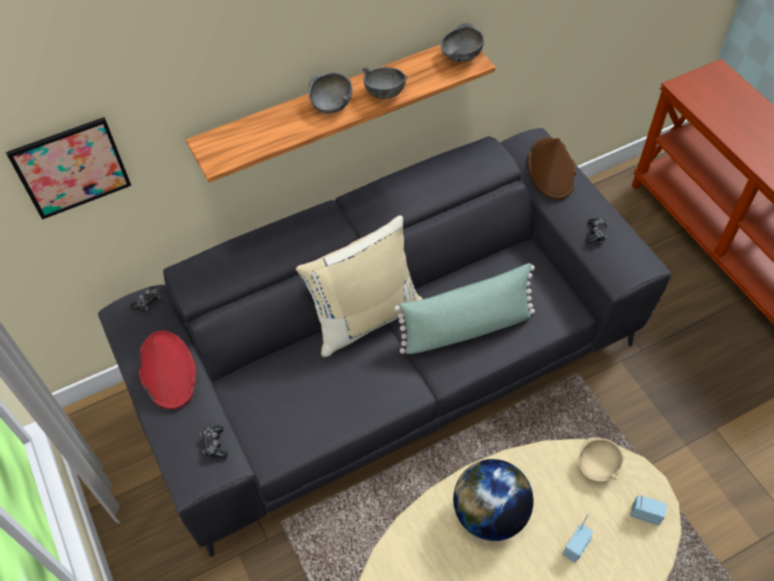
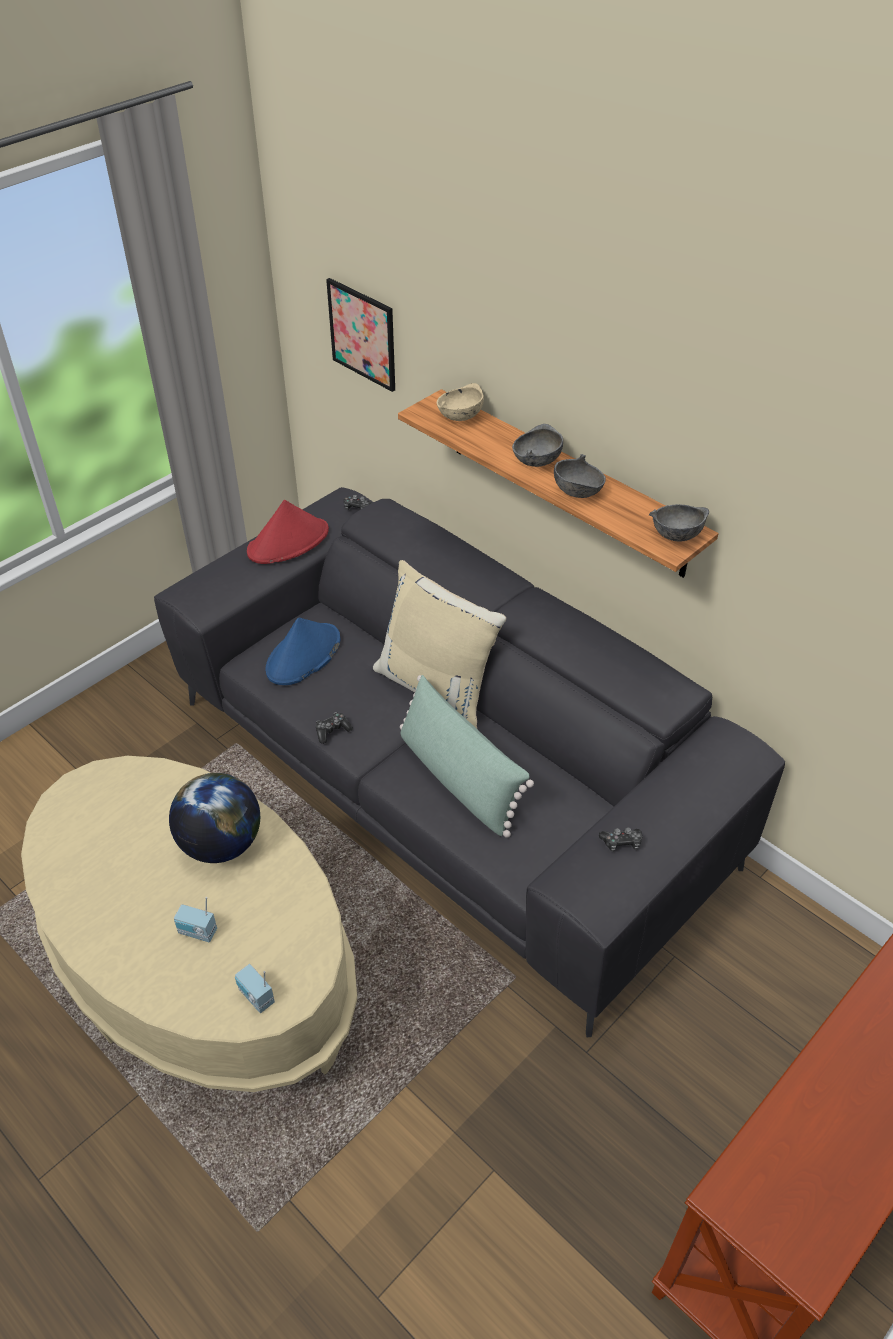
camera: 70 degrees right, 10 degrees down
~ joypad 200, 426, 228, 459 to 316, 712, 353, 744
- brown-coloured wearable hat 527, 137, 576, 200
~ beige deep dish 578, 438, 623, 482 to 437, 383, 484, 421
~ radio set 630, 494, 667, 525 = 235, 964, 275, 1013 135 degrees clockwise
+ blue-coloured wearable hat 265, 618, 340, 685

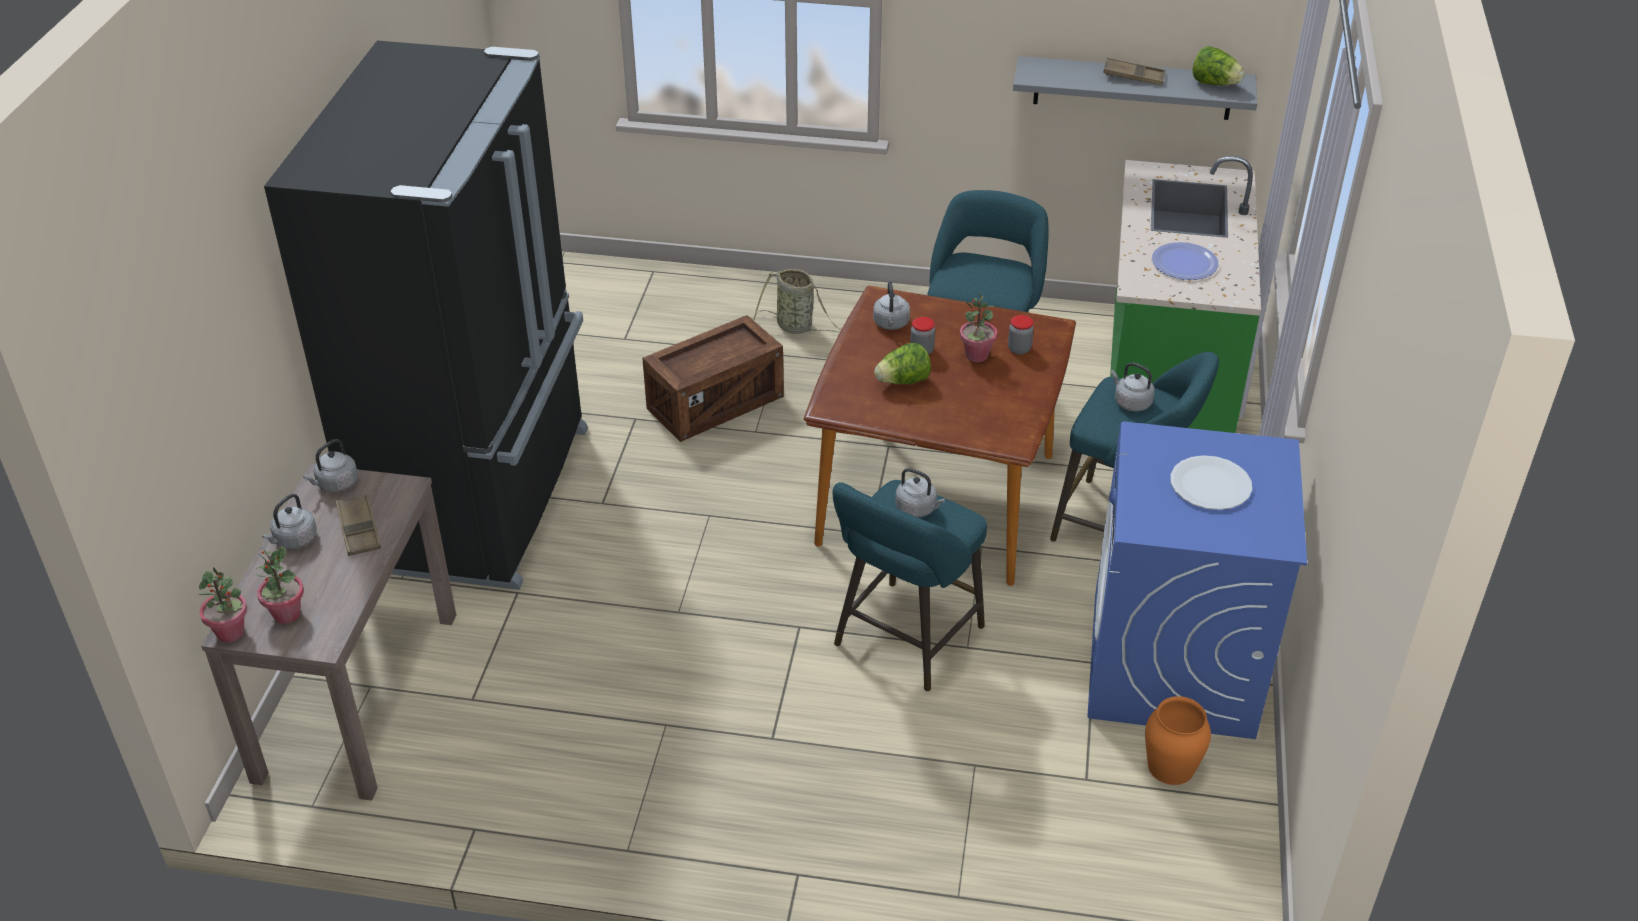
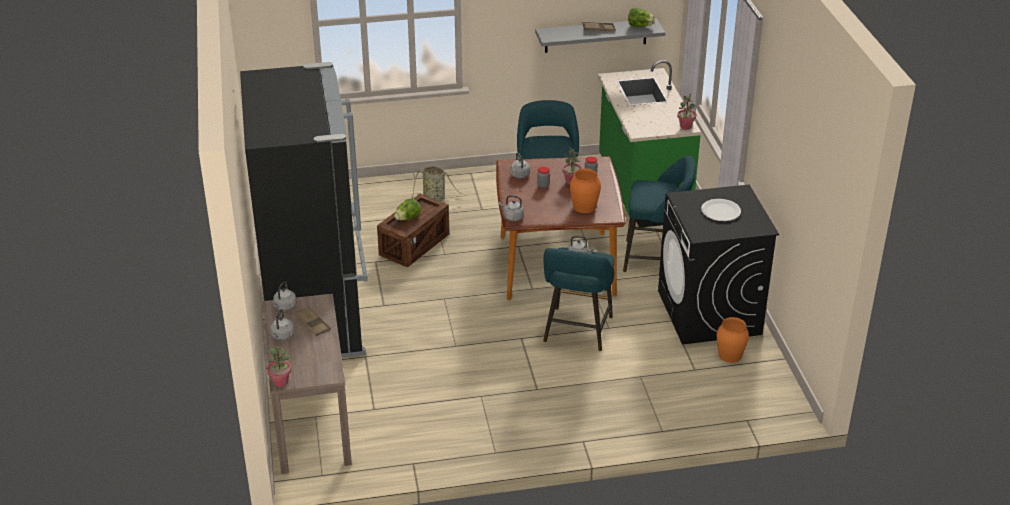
camera: 20 degrees left, 5 degrees down
~ plant in a pot 254, 546, 304, 624 to 677, 95, 696, 130
~ head of lettuce 874, 343, 931, 384 to 394, 199, 421, 220
~ blue-coloured laundry machine 1087, 422, 1307, 739 to blackish laundry machine 658, 185, 779, 344
~ grey tea kettle 1111, 362, 1155, 411 to 499, 195, 524, 221
- dinner plate 1152, 242, 1219, 280
+ orangey flower vase 570, 169, 601, 213

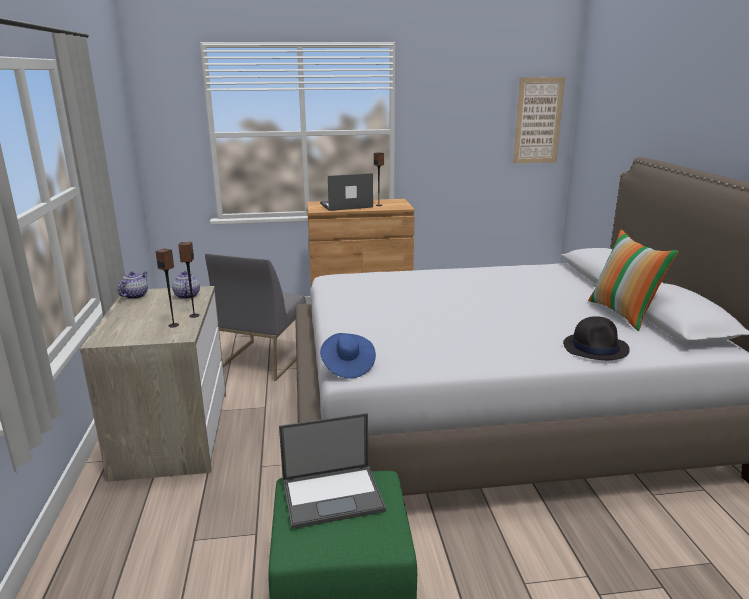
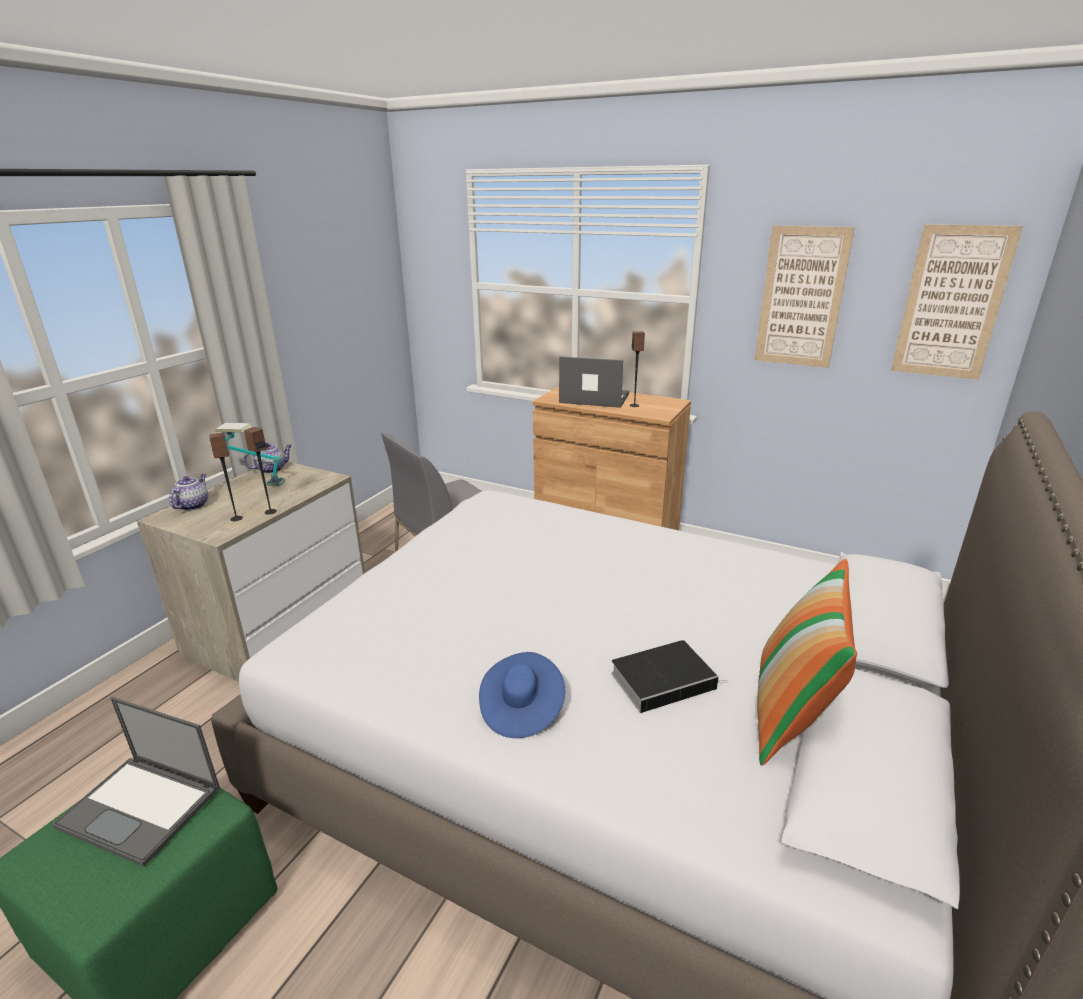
camera: 35 degrees right, 5 degrees up
~ tea pot 172, 271, 200, 299 to 169, 474, 208, 510
~ blue-coloured wearable hat 320, 333, 376, 379 to 479, 652, 565, 738
- blackish wearable hat 563, 316, 630, 360
+ tabletop lamp 215, 423, 285, 486
+ book 611, 640, 728, 713
+ wall picture 755, 225, 855, 368

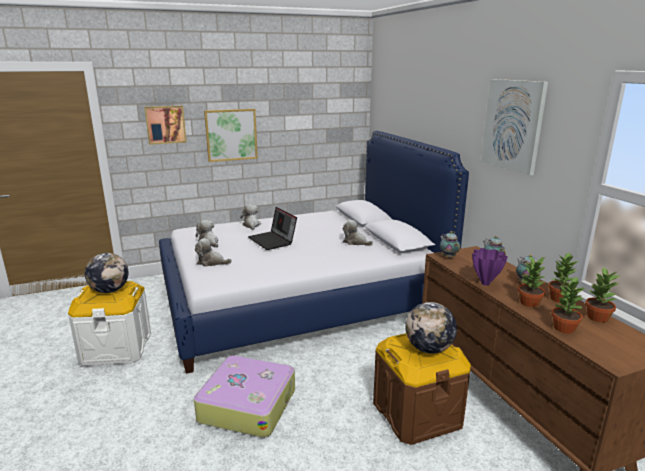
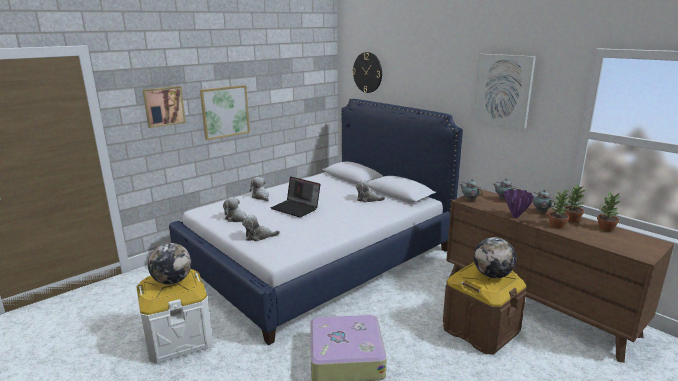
camera: 20 degrees left, 0 degrees up
- plant in a pot 551, 276, 586, 334
+ hanging clock 352, 52, 382, 93

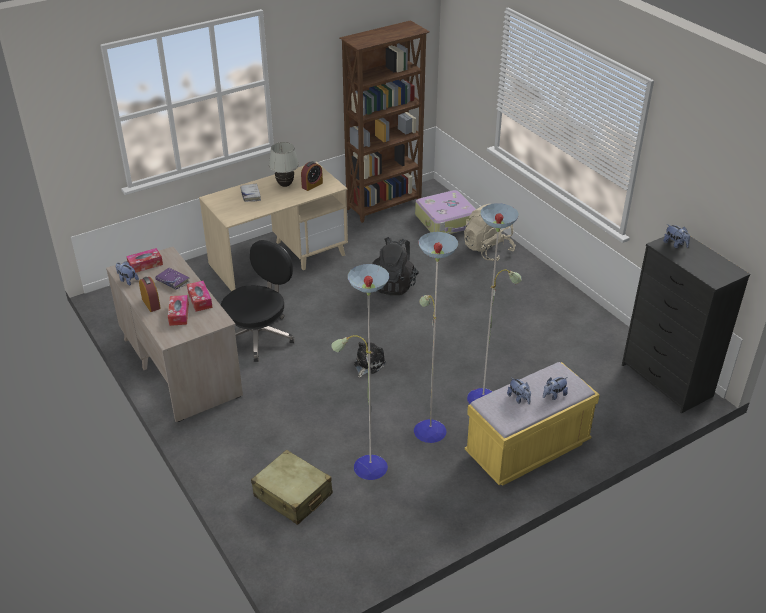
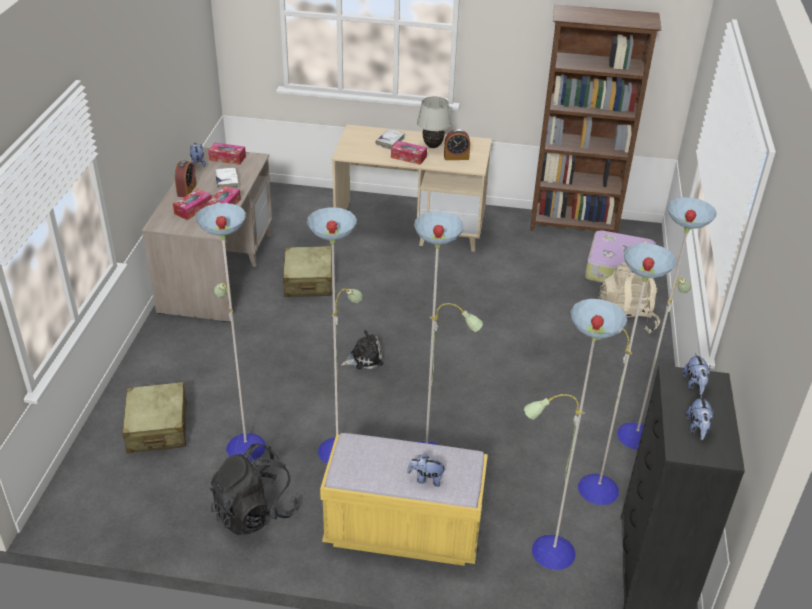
camera: 40 degrees right, 0 degrees up
~ purplish book 155, 268, 190, 290 to white-coloured book 215, 167, 239, 189
~ blackish computer chair 221, 240, 295, 362 to beige suitcase 282, 246, 332, 297
~ blackish knapsack 372, 237, 419, 295 to 209, 443, 298, 535
~ cuddly toy 507, 377, 531, 404 to 686, 394, 714, 440
+ tissue holder 391, 141, 427, 165
+ floor lamp 524, 197, 717, 570

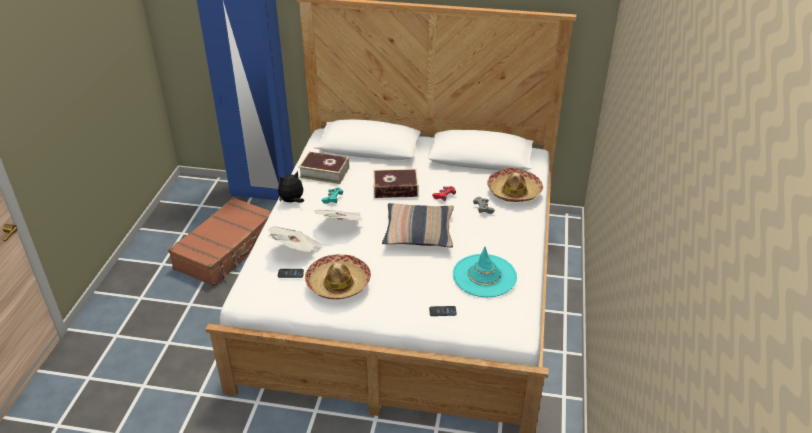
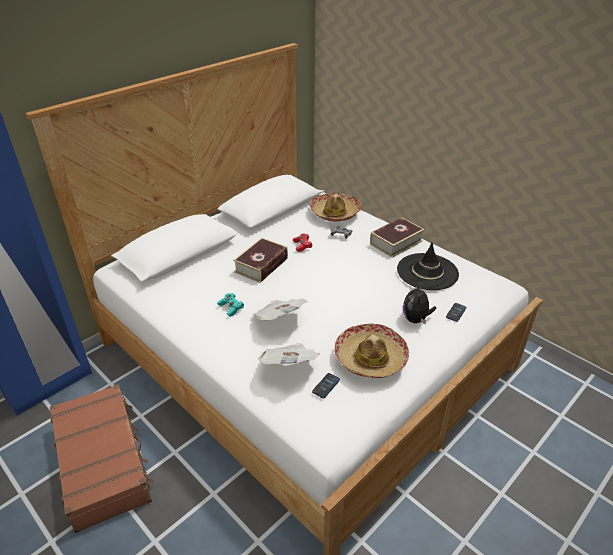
camera: 55 degrees left, 0 degrees up
~ cuddly toy 278, 171, 304, 203 to 403, 282, 436, 325
~ book 298, 152, 349, 184 to 370, 217, 424, 258
- cushion 382, 203, 454, 247
~ turquoise-coloured wearable hat 453, 247, 517, 297 to blackish wearable hat 397, 242, 459, 290

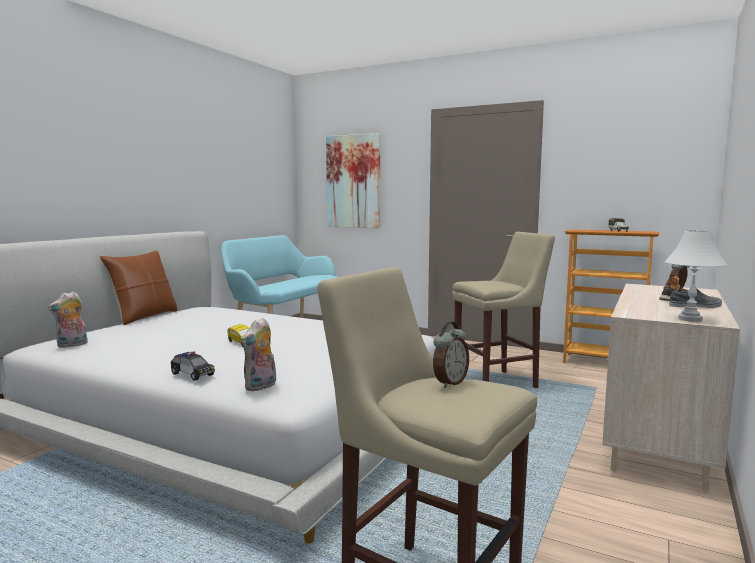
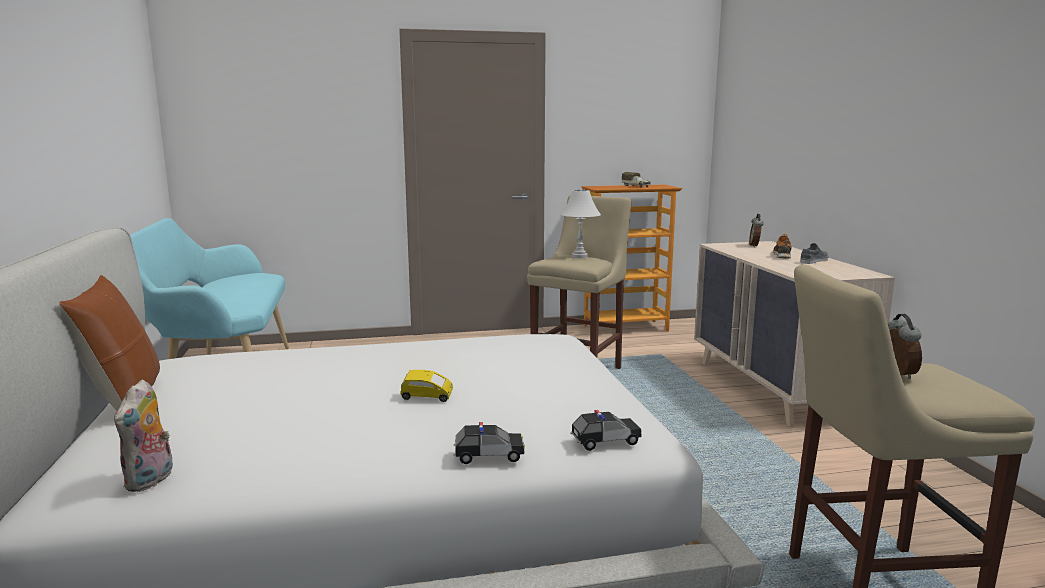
camera: 40 degrees left, 5 degrees up
~ cuddly toy 241, 318, 276, 391 to miniature car 570, 410, 642, 451
- wall picture 326, 133, 380, 228
~ white-coloured tabletop lamp 665, 230, 727, 322 to 560, 190, 601, 258

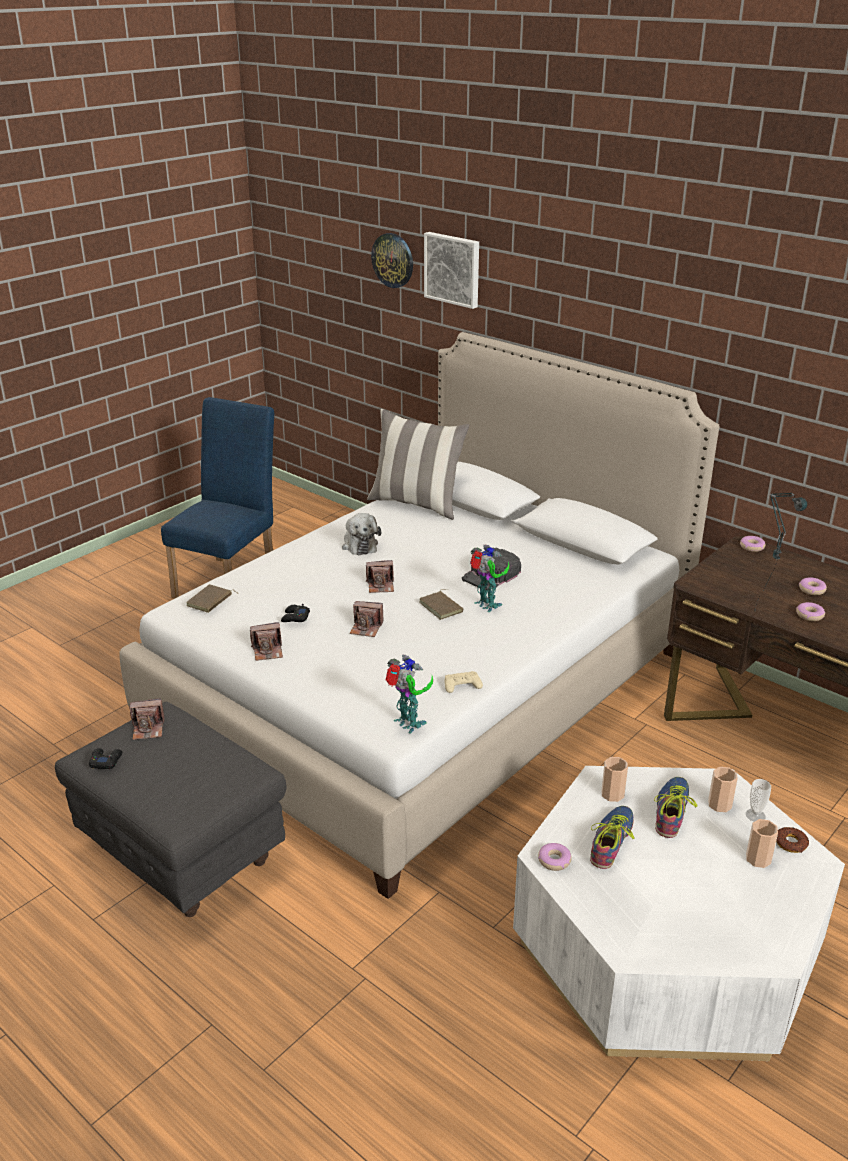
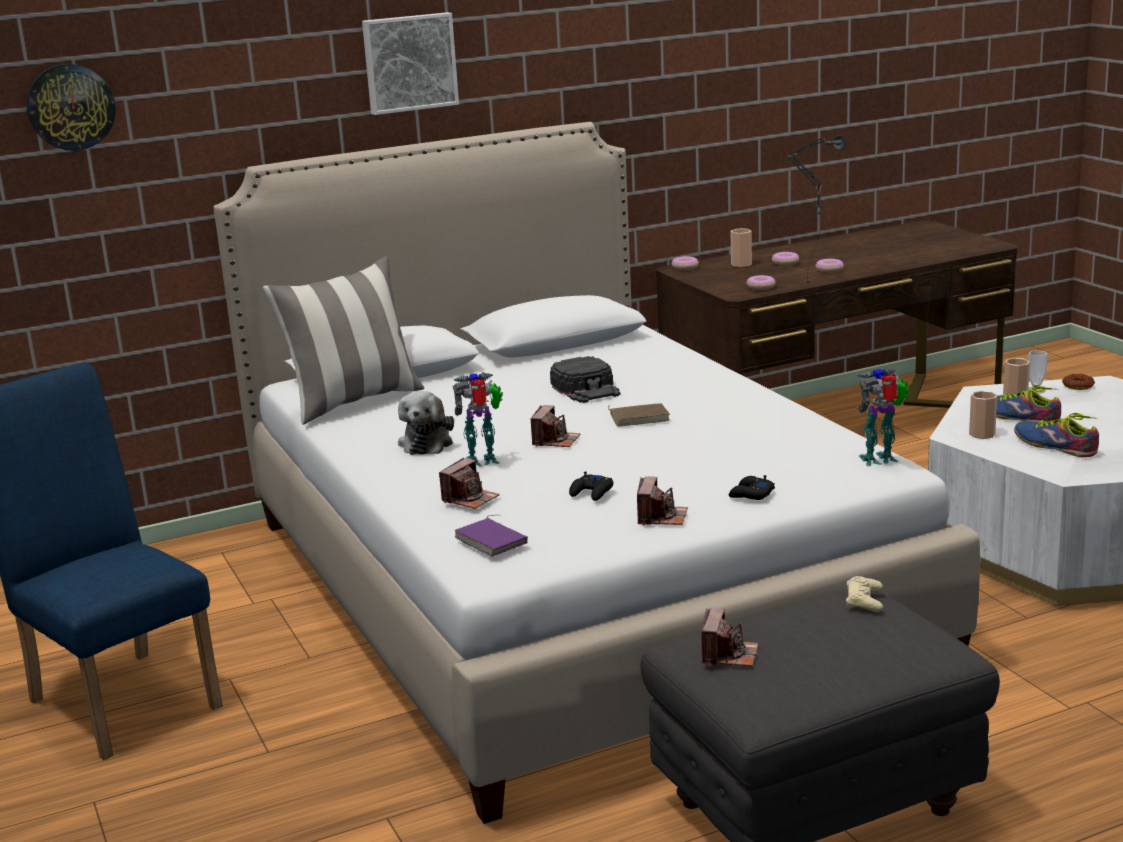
camera: 65 degrees left, 10 degrees down
~ blackish joypad 89, 748, 122, 769 to 729, 475, 775, 500
~ brown-coloured book 186, 584, 239, 613 to purplish book 455, 515, 528, 557
~ cuddly toy 342, 513, 381, 555 = 398, 391, 454, 455 90 degrees clockwise
~ photo camera 350, 601, 384, 637 to 439, 458, 500, 509
~ wall picture 424, 232, 479, 309 to 362, 12, 459, 115
~ beige joypad 444, 671, 483, 693 to 846, 576, 883, 612
~ model robot 470, 544, 510, 612 to 453, 372, 503, 466
~ donut 538, 843, 572, 871 to 746, 275, 776, 290
~ cup 746, 819, 778, 868 to 731, 228, 752, 267

